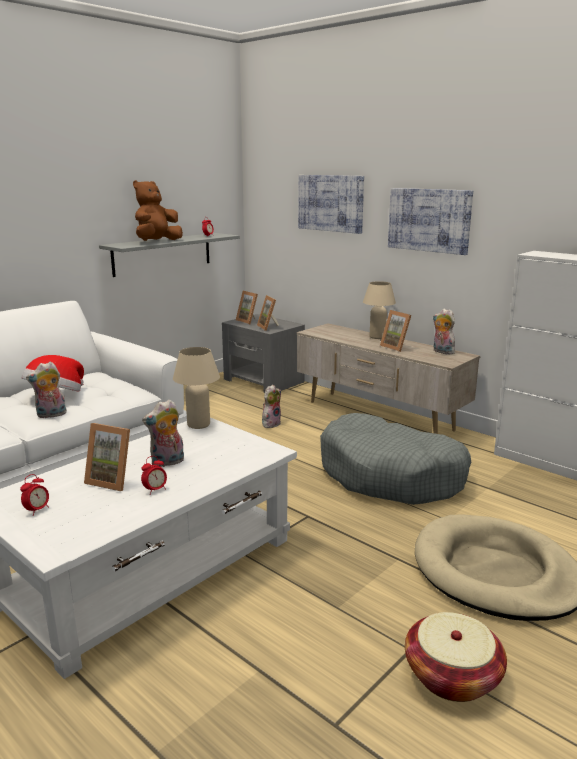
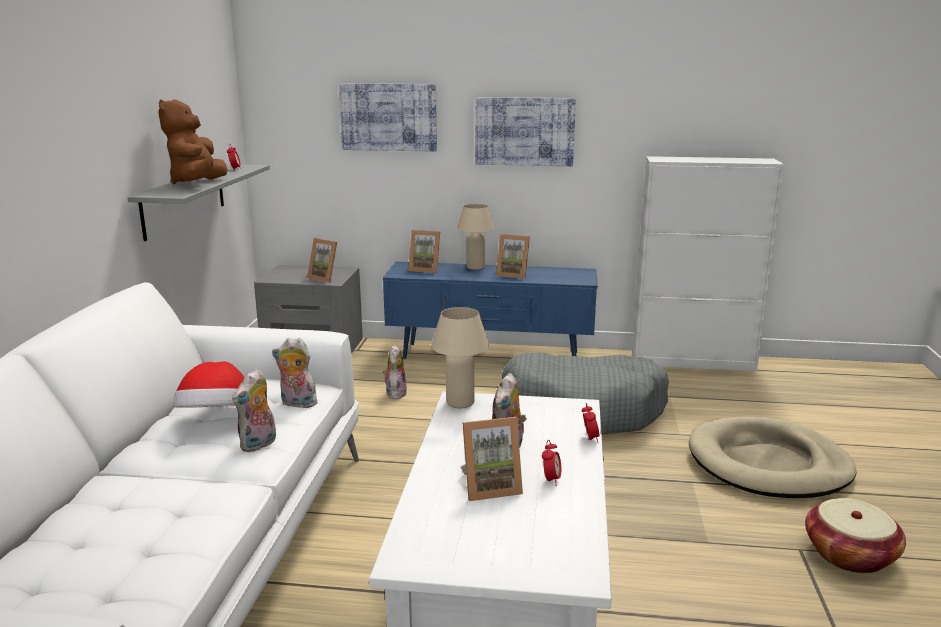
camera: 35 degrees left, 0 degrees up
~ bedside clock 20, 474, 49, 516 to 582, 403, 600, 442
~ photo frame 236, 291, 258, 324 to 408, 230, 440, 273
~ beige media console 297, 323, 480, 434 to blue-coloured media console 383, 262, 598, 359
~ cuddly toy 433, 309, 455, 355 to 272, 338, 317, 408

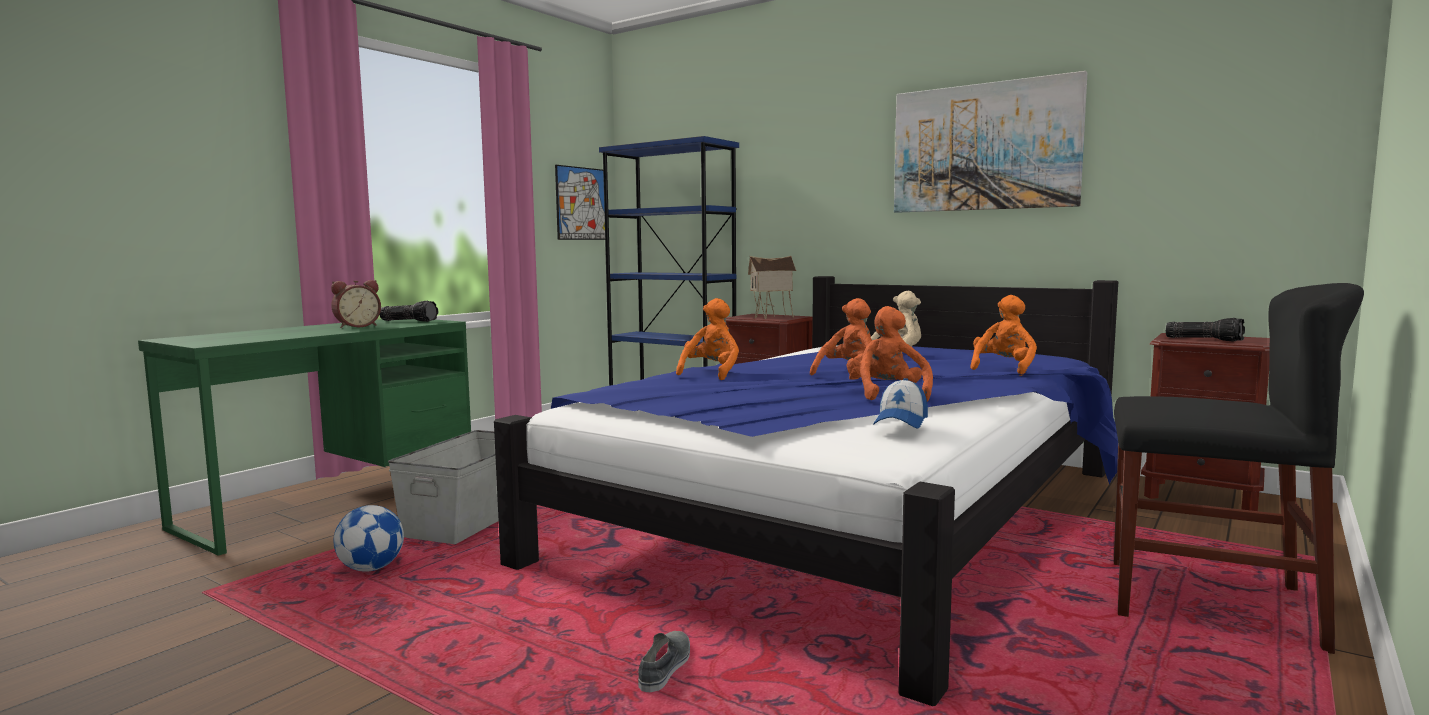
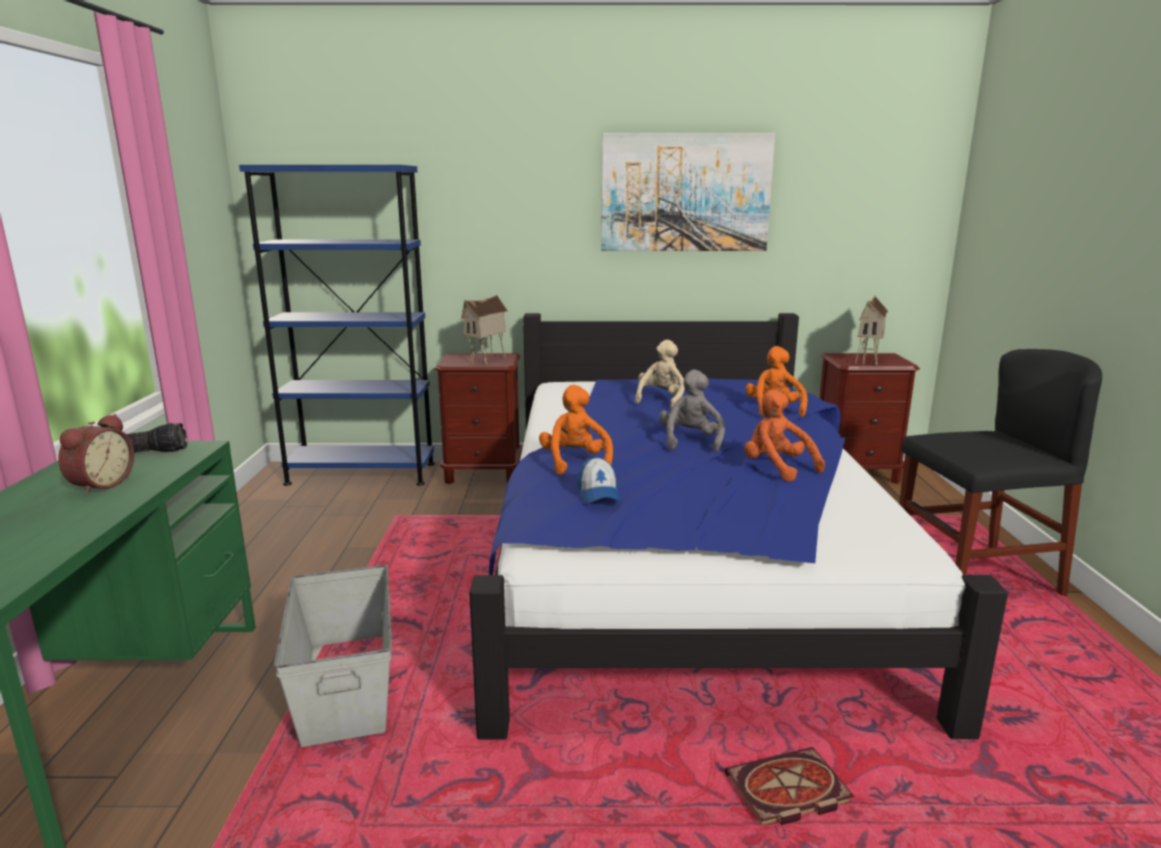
camera: 35 degrees left, 10 degrees up
- ball for football 334, 505, 404, 572
- wall picture 555, 165, 605, 240
~ grey low shoe 638, 631, 690, 692 to book 725, 747, 855, 825
~ orangey cuddly toy 810, 298, 872, 379 to grey cuddly toy 659, 370, 725, 451
~ baseball cap 873, 378, 928, 429 to 577, 456, 621, 504
~ flashlight 1166, 318, 1245, 342 to toy house 855, 295, 888, 365

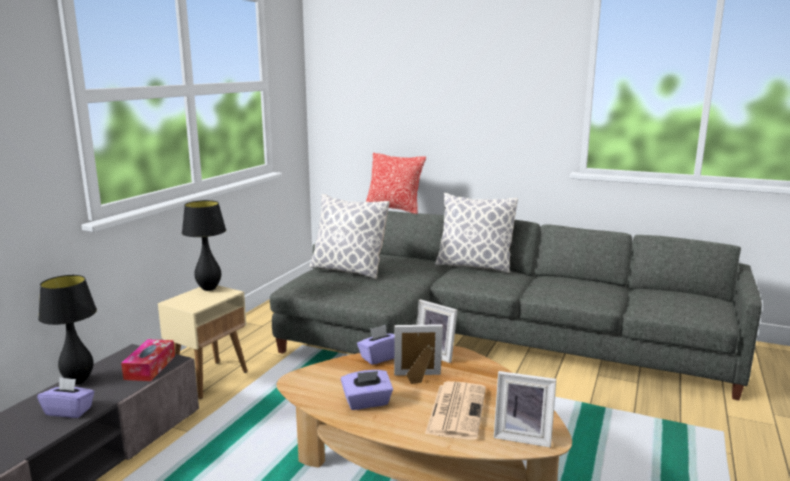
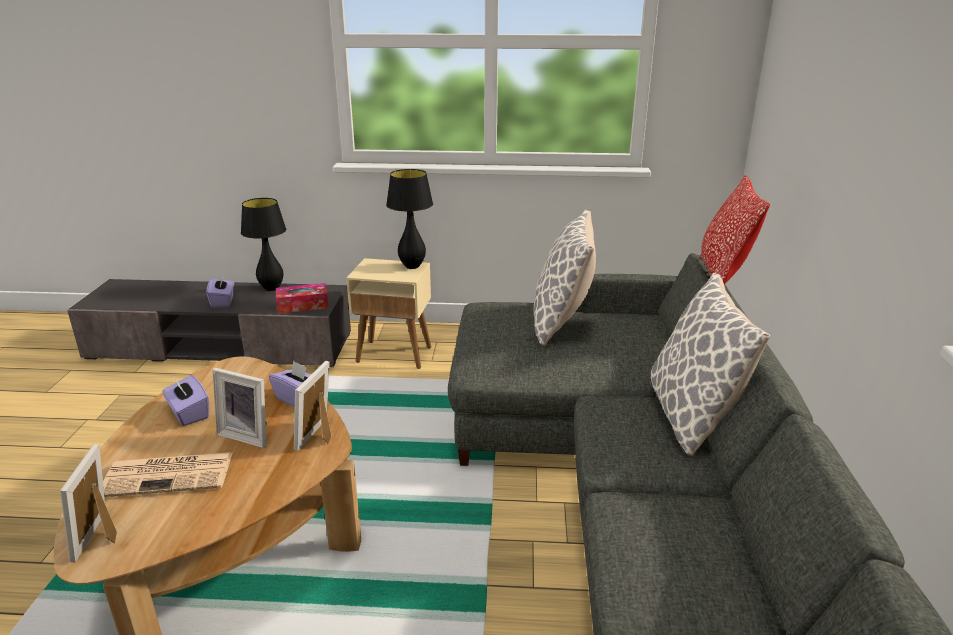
camera: 70 degrees right, 10 degrees up
~ photo frame 394, 324, 443, 384 = 212, 368, 267, 448 135 degrees clockwise

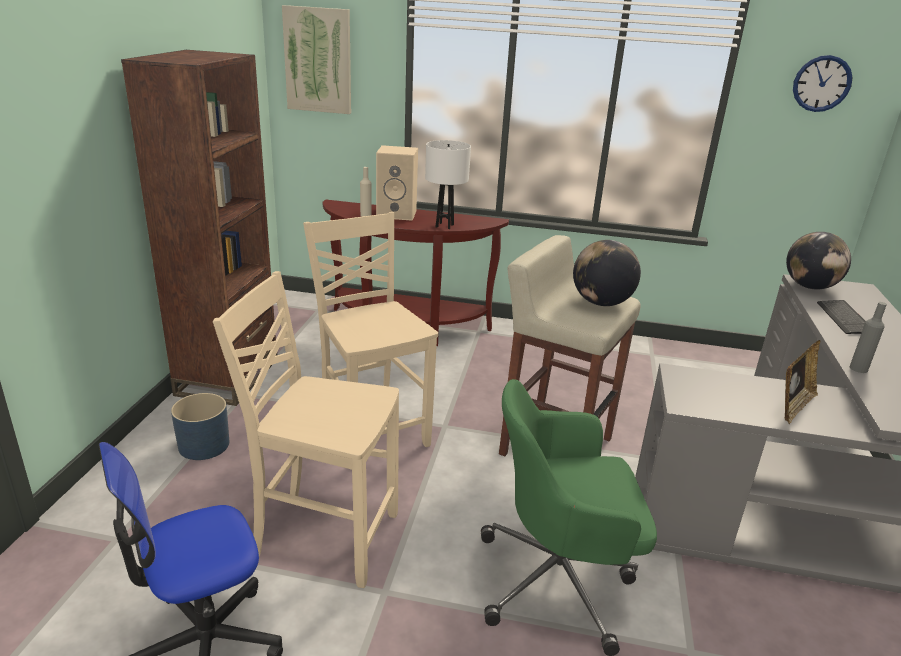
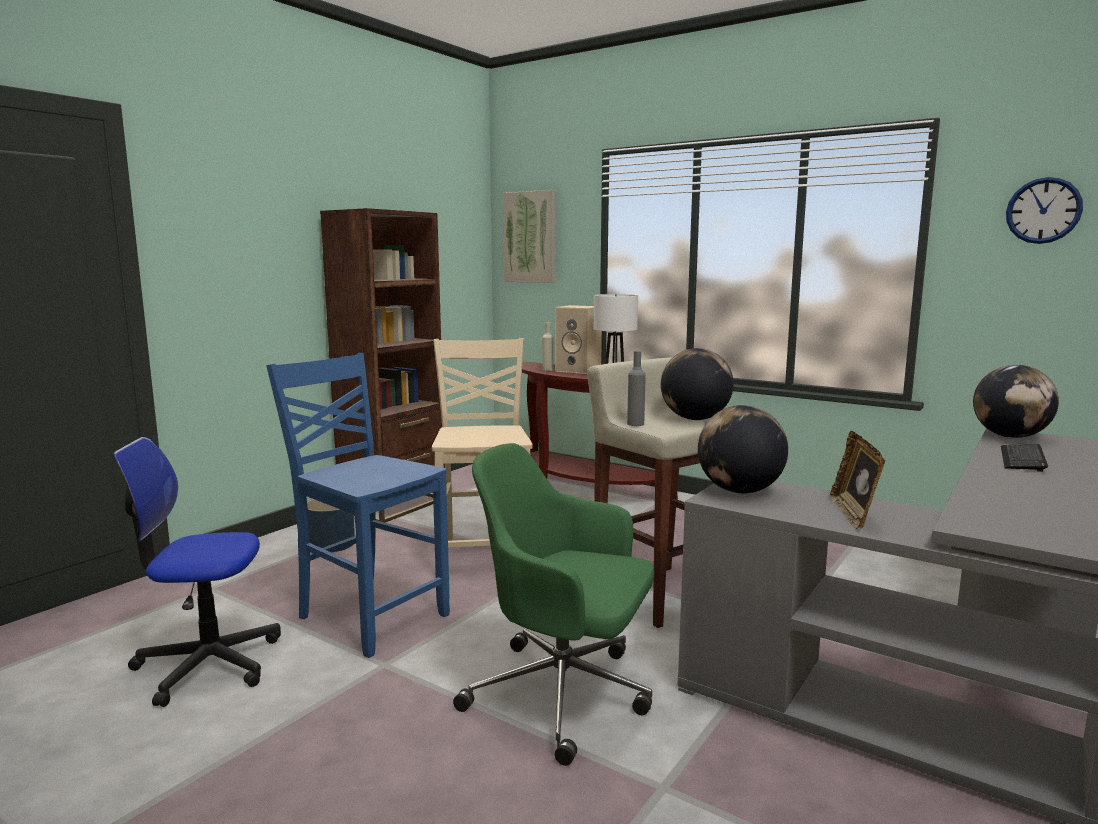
camera: 25 degrees right, 15 degrees down
~ beige chair 213, 271, 399, 588 to blue-coloured chair 266, 353, 450, 658
~ photo frame 785, 340, 820, 424 = 830, 431, 885, 530 120 degrees clockwise
~ grey drink bottle 850, 302, 887, 373 to 627, 351, 646, 426
+ desk globe 698, 405, 788, 494

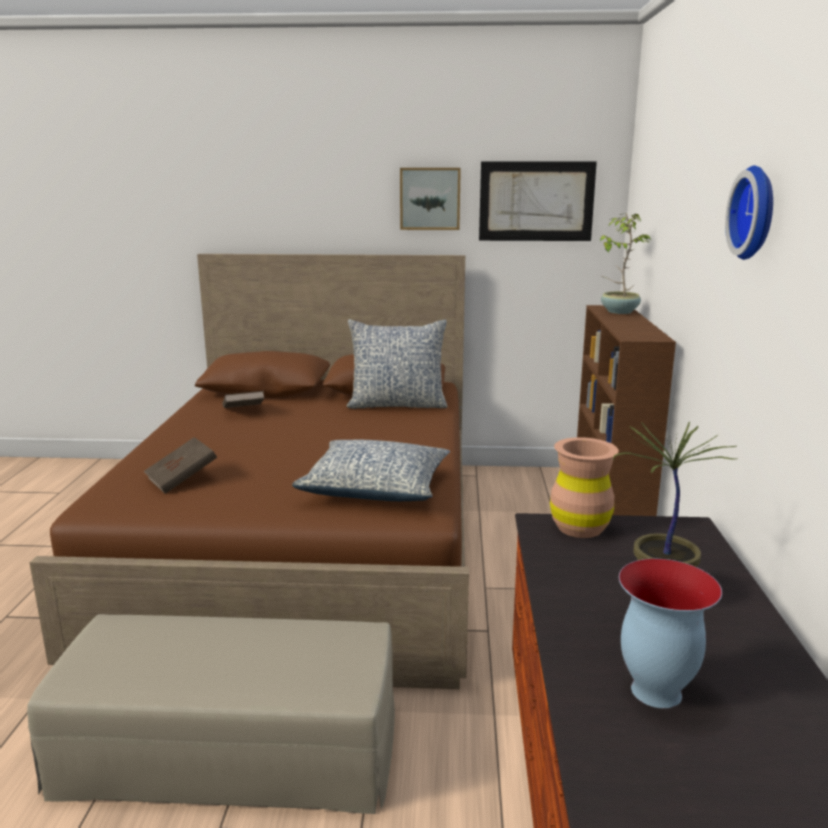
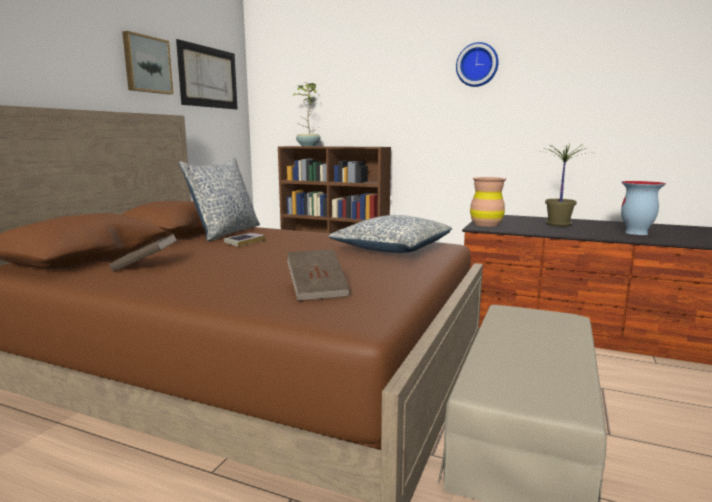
camera: 70 degrees left, 5 degrees down
+ book 224, 233, 265, 247

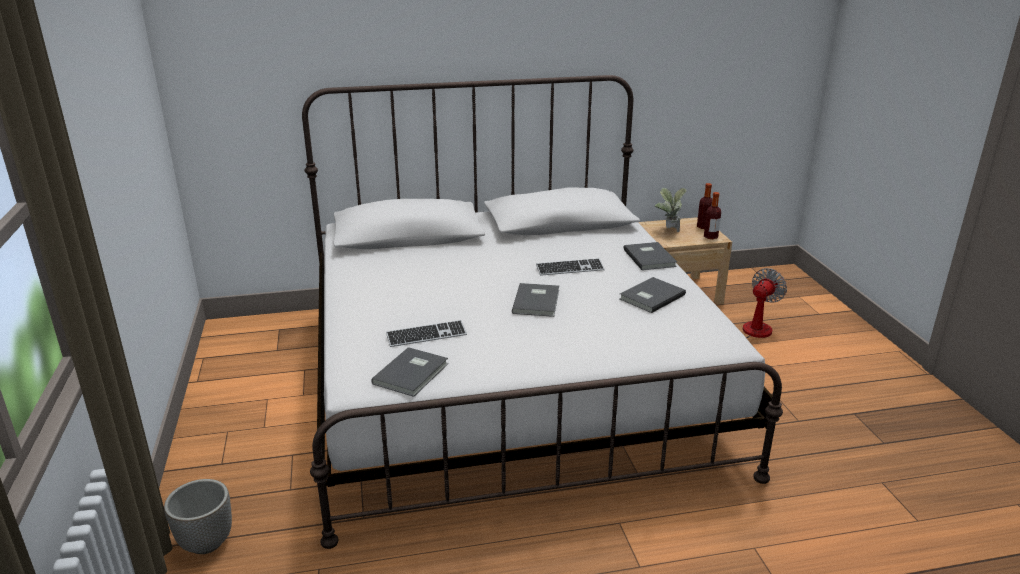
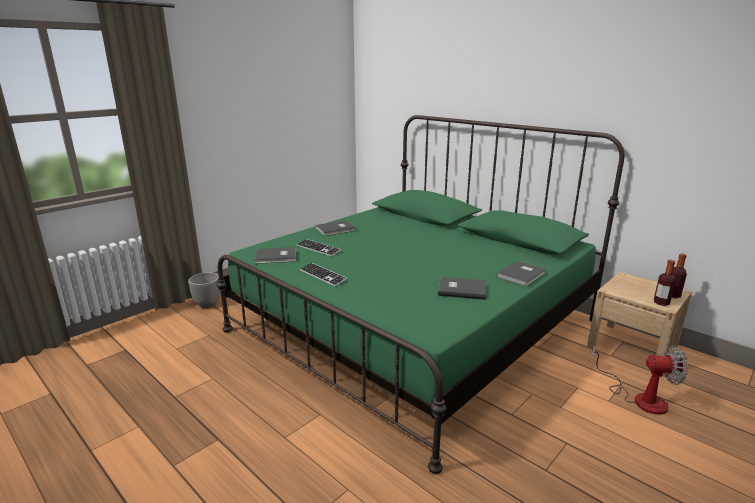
camera: 55 degrees right, 5 degrees down
~ white-coloured bed 302, 75, 783, 549 to greenish bed 217, 115, 625, 474
~ grey book 512, 283, 559, 317 to 315, 220, 356, 236
~ keyboard 536, 258, 605, 276 to 299, 263, 347, 286
- plant in a pot 655, 188, 687, 232

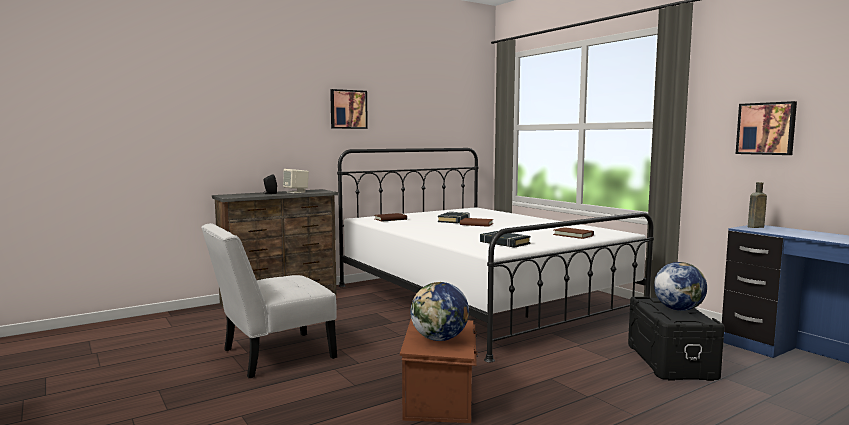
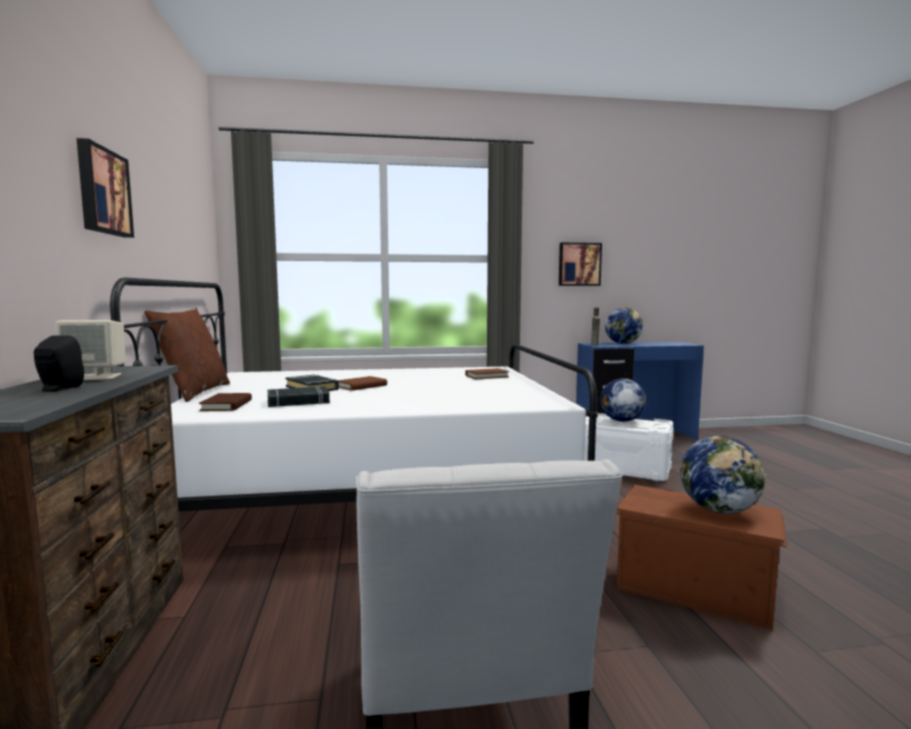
camera: 65 degrees left, 0 degrees up
~ blackish book 480, 231, 531, 248 to 267, 386, 330, 407
~ blackish storage container 628, 297, 724, 381 to white-coloured storage container 584, 413, 674, 481
+ brown-coloured cushion 145, 308, 230, 402
+ desk globe 605, 307, 643, 344

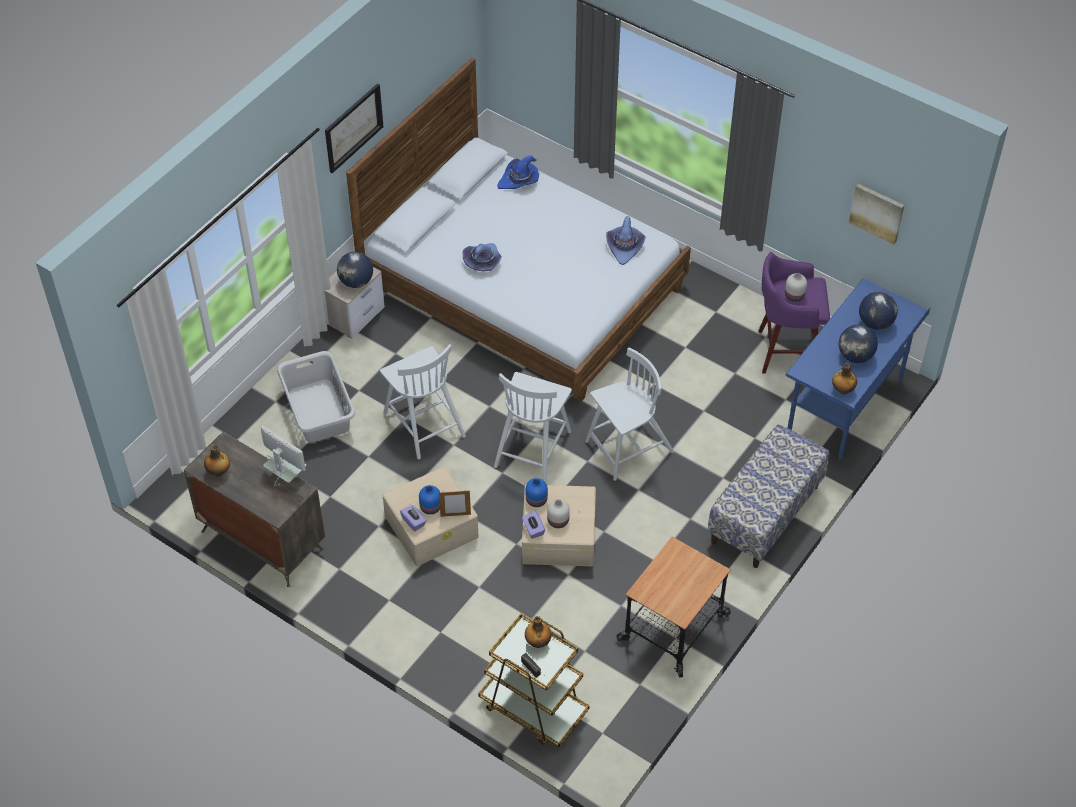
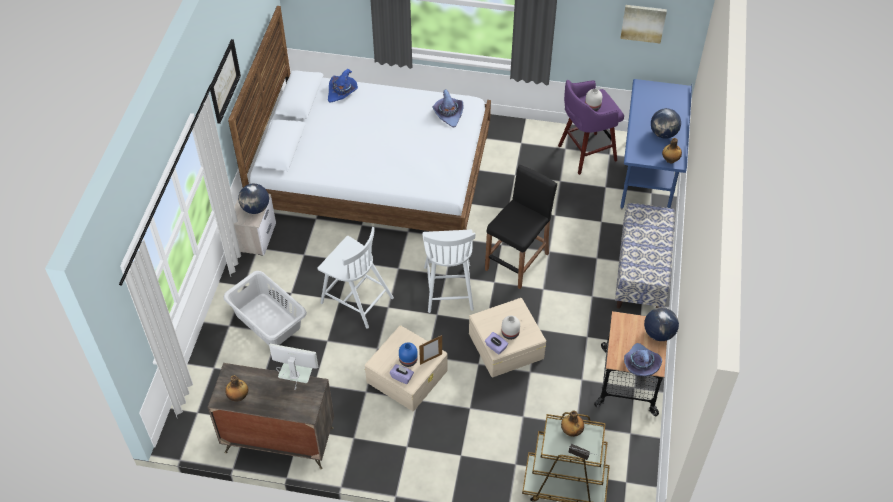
camera: 25 degrees left, 0 degrees up
~ purplish wearable hat 462, 243, 502, 271 to 624, 343, 662, 376
- blue-coloured flower vase 526, 478, 548, 507
~ white-coloured chair 585, 348, 674, 481 to blackish sitting stool 485, 165, 557, 289
~ desk globe 859, 292, 898, 330 to 644, 307, 679, 341

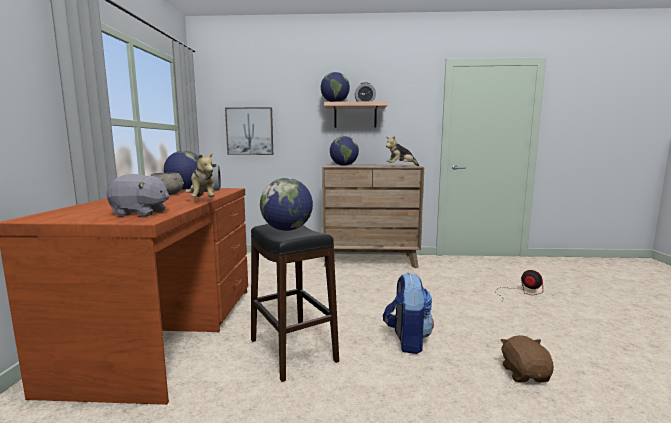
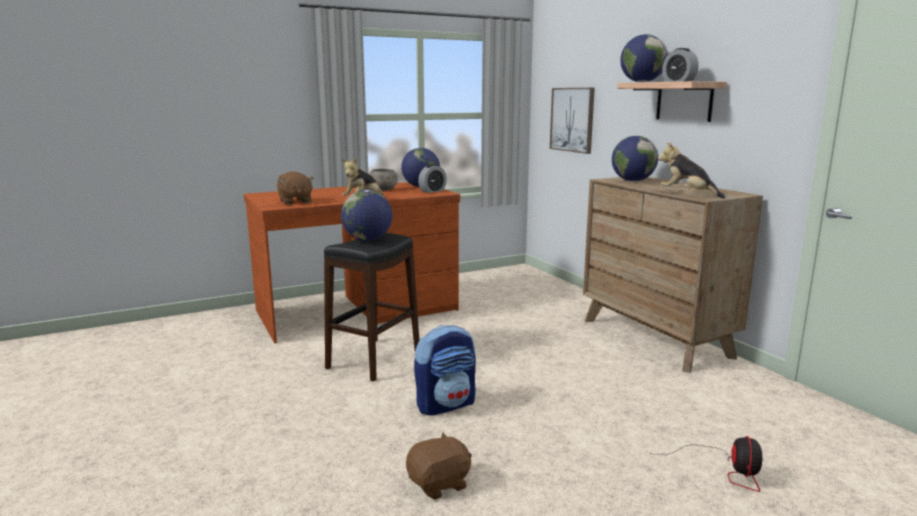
camera: 60 degrees right, 5 degrees up
~ grey cuddly toy 106, 174, 169, 216 to brown-coloured cuddly toy 277, 171, 314, 205

